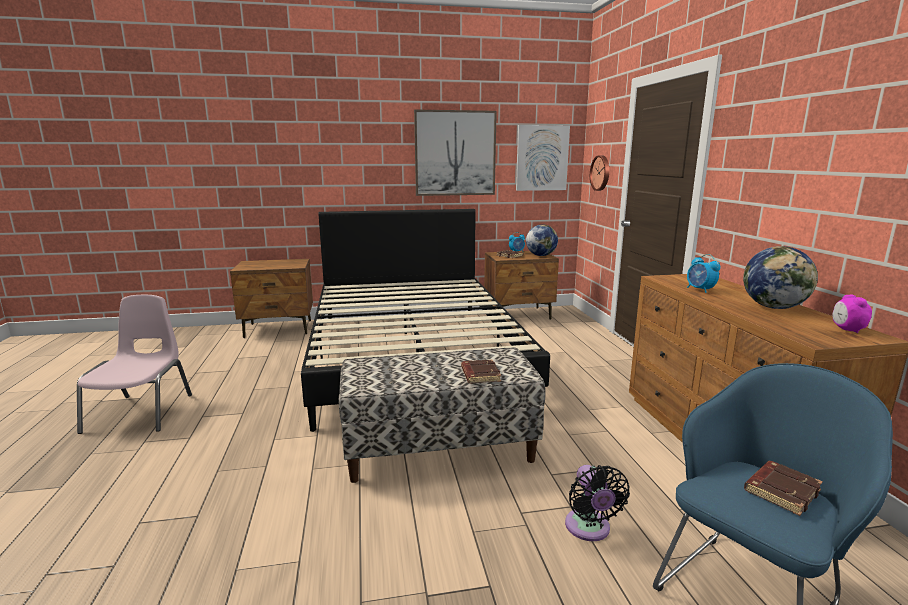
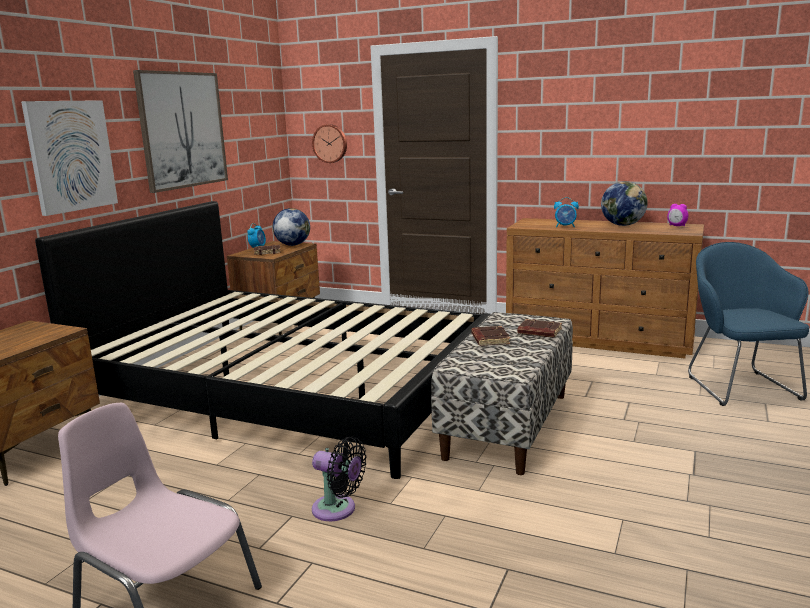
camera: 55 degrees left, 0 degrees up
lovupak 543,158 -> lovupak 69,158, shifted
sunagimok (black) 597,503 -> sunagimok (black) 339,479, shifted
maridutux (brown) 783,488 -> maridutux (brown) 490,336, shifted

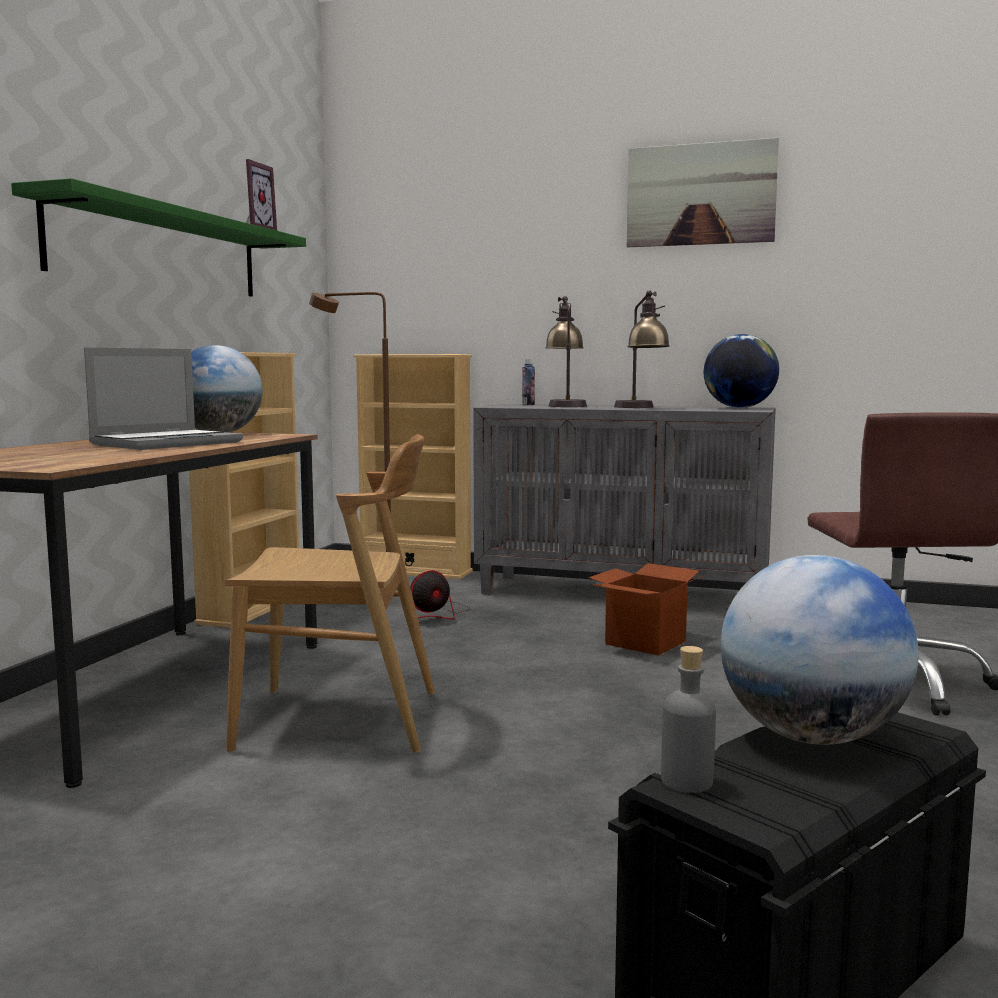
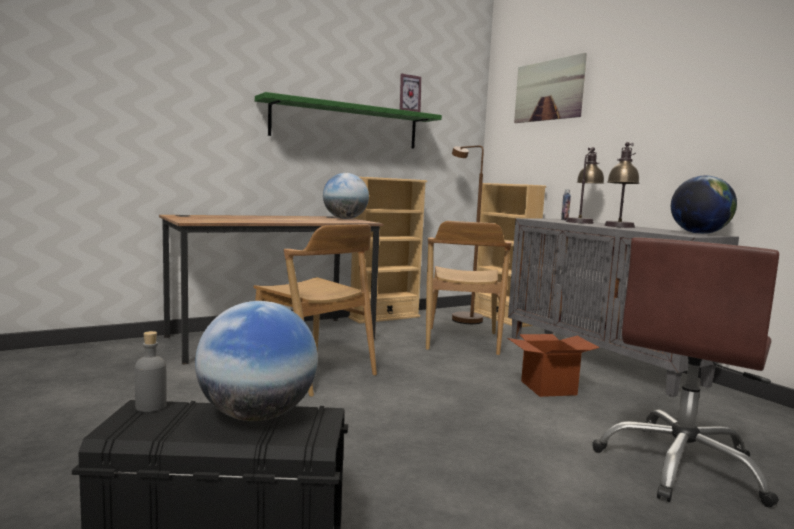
camera: 40 degrees right, 0 degrees up
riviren 163,399 -> none
sunagimok 440,594 -> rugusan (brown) 469,288
lovupak 703,192 -> lovupak 550,88, shifted

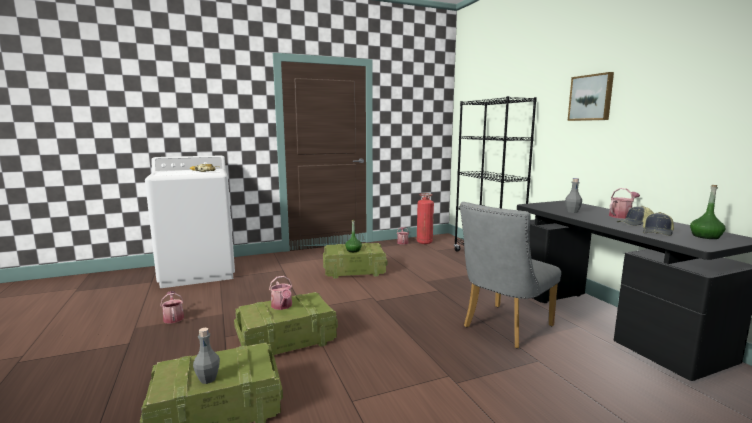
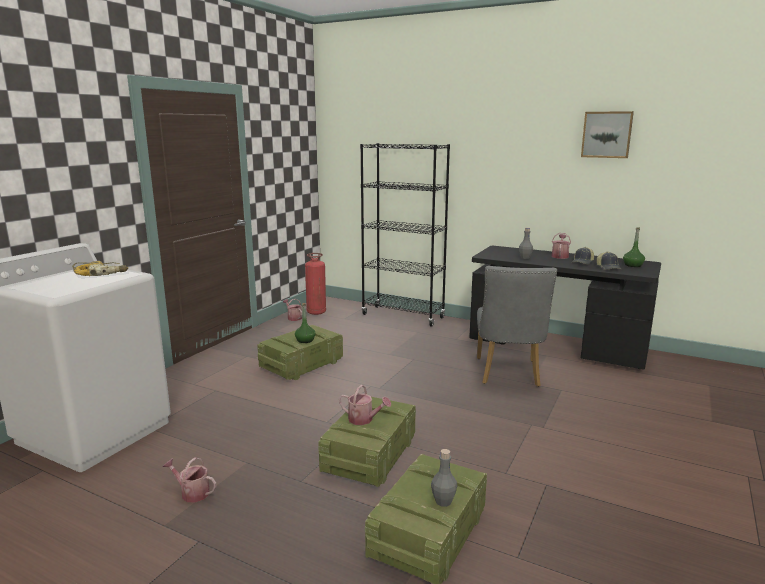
camera: 40 degrees left, 5 degrees up
lovupak 591,96 -> lovupak 607,134, shifted

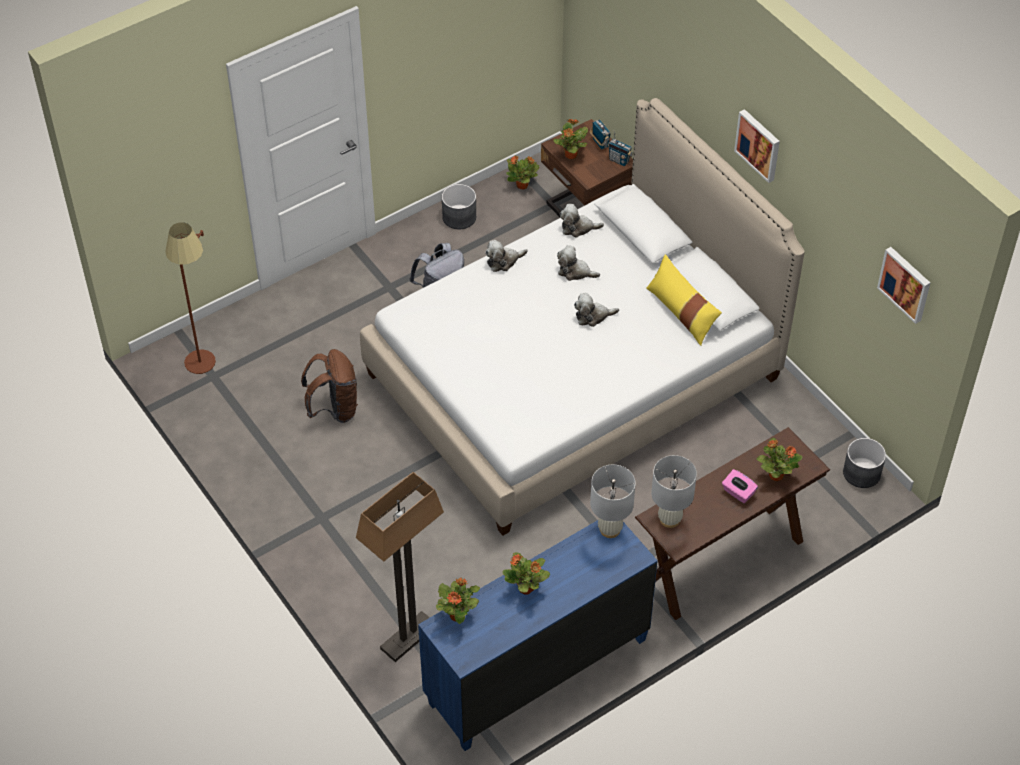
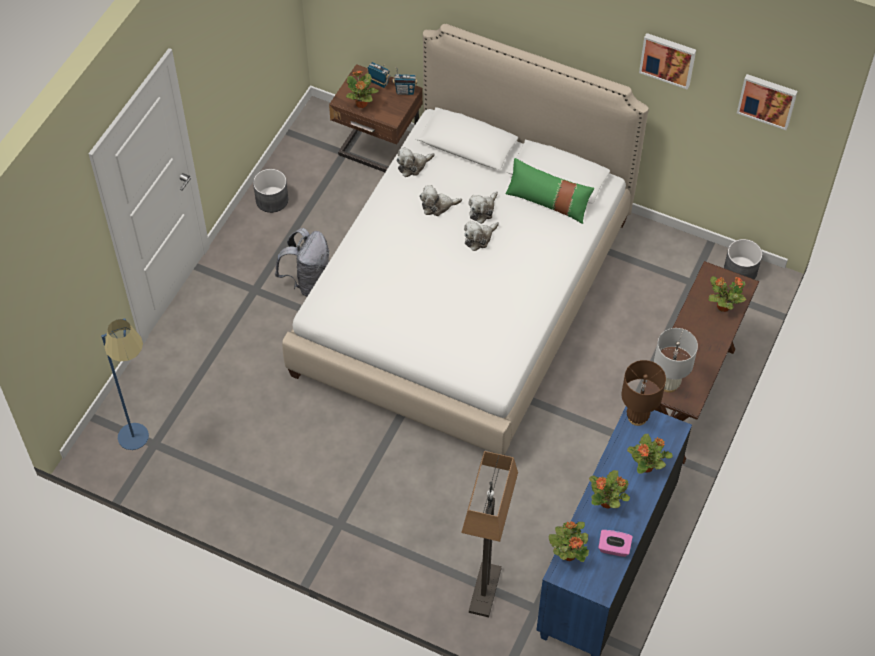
camera: 30 degrees left, 5 degrees up
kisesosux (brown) 190,298 -> kisesosux (blue) 125,384
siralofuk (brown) 329,386 -> none
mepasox 506,256 -> mepasox 483,207, shifted
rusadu 522,172 -> rusadu 650,454, shifted
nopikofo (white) 613,501 -> nopikofo (brown) 643,393
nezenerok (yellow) 684,300 -> nezenerok (green) 549,191
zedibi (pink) 740,486 -> zedibi (pink) 615,543, shifted
lovupak 757,146 -> lovupak 667,61, shifted

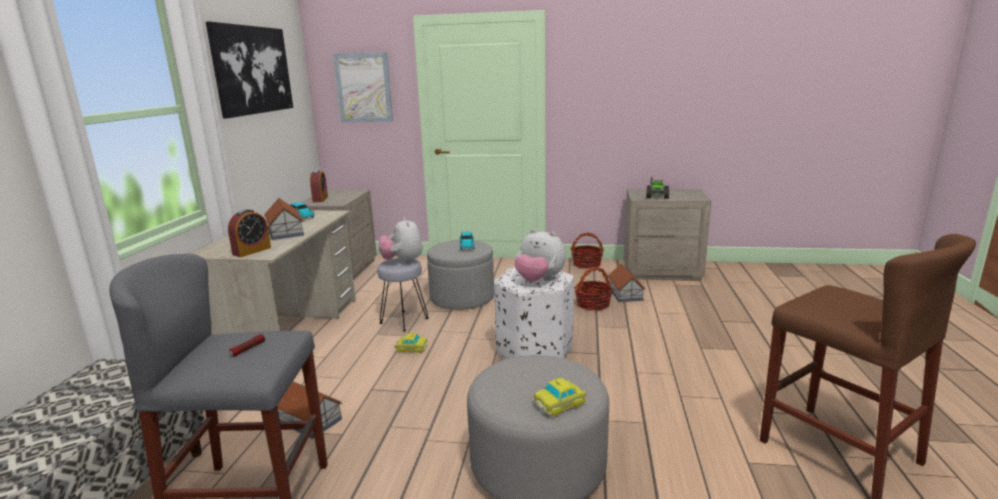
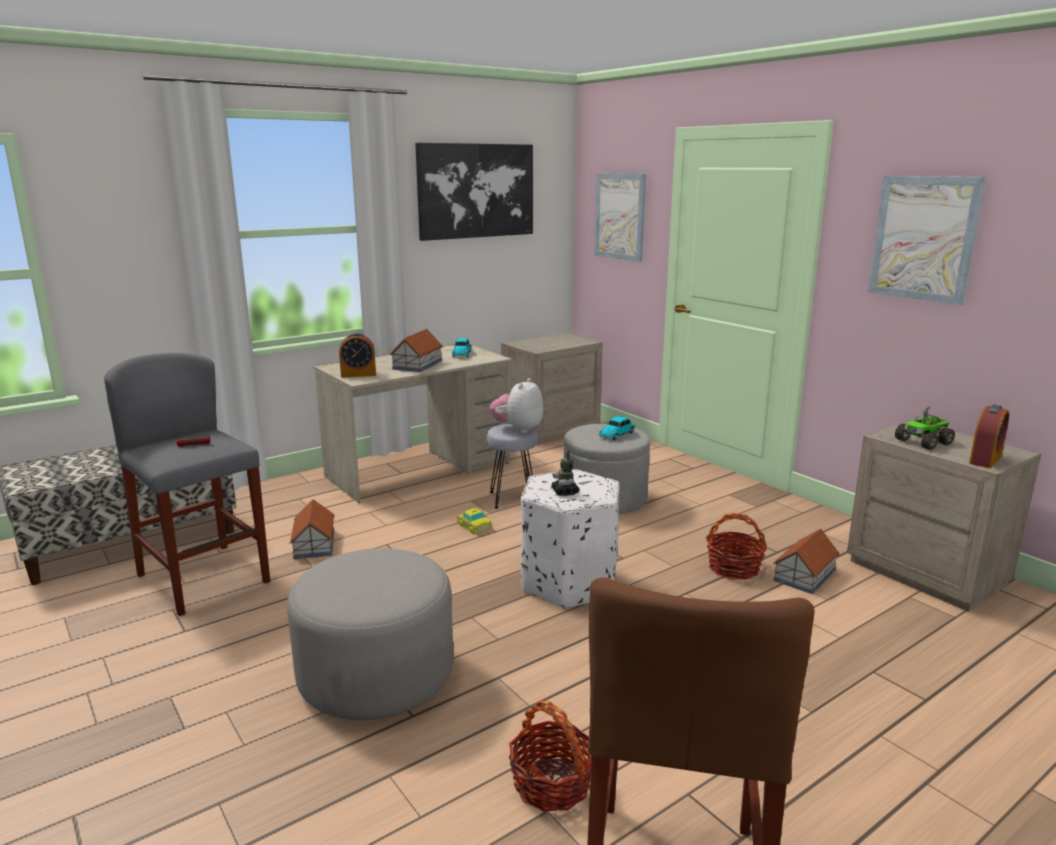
camera: 45 degrees right, 0 degrees up
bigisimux 319,186 -> bigisimux 989,436, shifted
mepasox 540,255 -> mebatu 565,473
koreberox 560,397 -> none
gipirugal 587,250 -> gipirugal 550,756, shifted
none -> lovupak 927,240

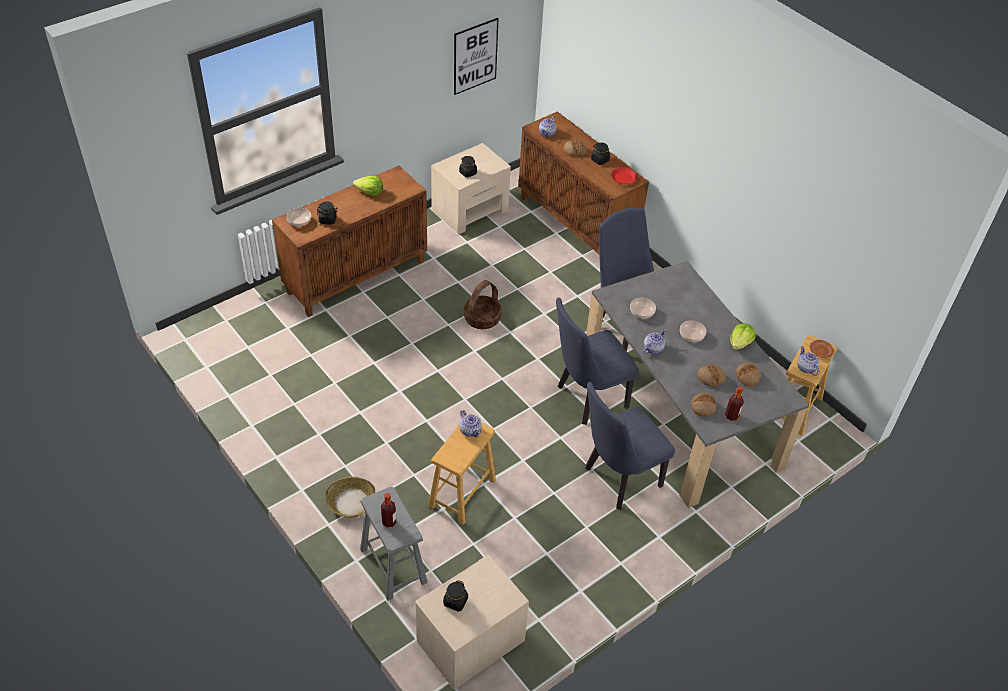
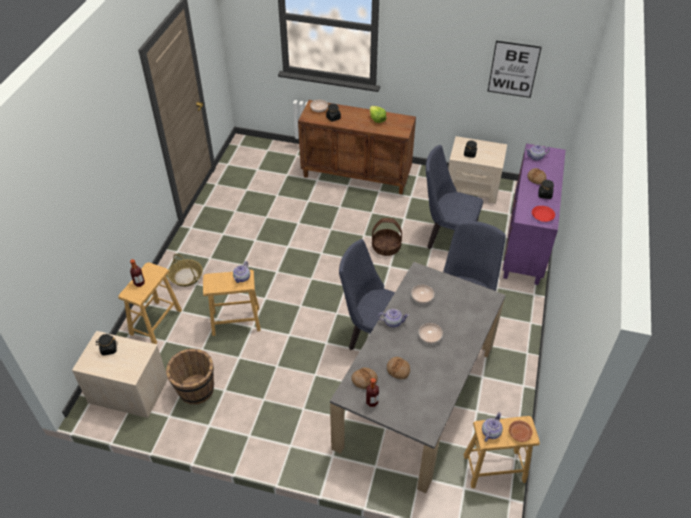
camera: 55 degrees right, 0 degrees up
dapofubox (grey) 394,544 -> dapofubox (brown) 150,303
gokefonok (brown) 584,182 -> gokefonok (purple) 534,214
rugusan (blue) 630,446 -> rugusan (blue) 454,197, shifted
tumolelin 743,336 -> none
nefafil 748,374 -> none
none -> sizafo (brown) 190,376

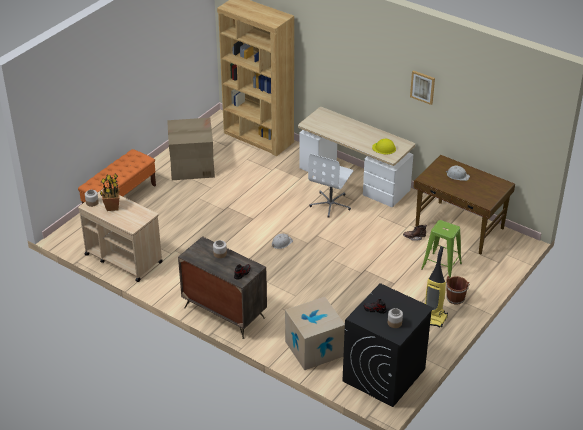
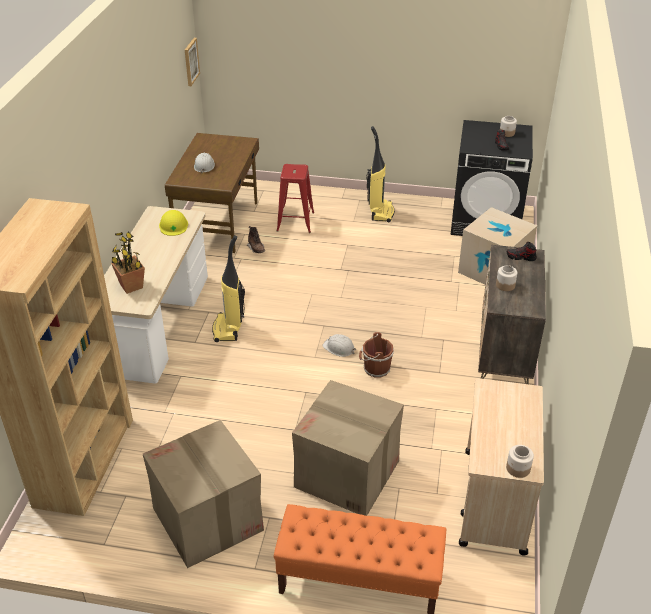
camera: 115 degrees left, 0 degrees up
rusadu 109,192 -> rusadu 128,262, shifted
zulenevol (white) 330,185 -> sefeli 228,288
lovupak 422,88 -> lovupak 192,62, shifted
dapofubox (green) 441,249 -> dapofubox (red) 295,198
sizafo (brown) 458,290 -> sizafo (brown) 376,355, shifted
none -> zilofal 348,448

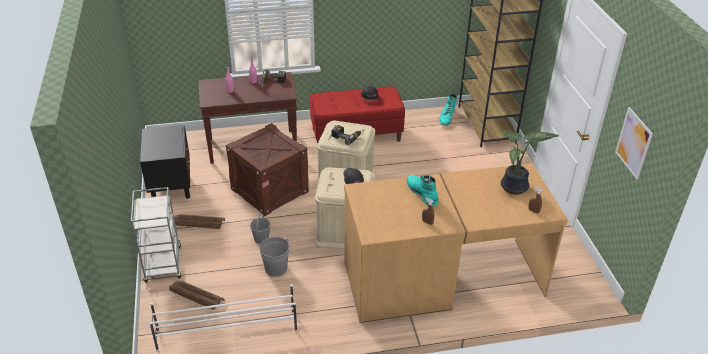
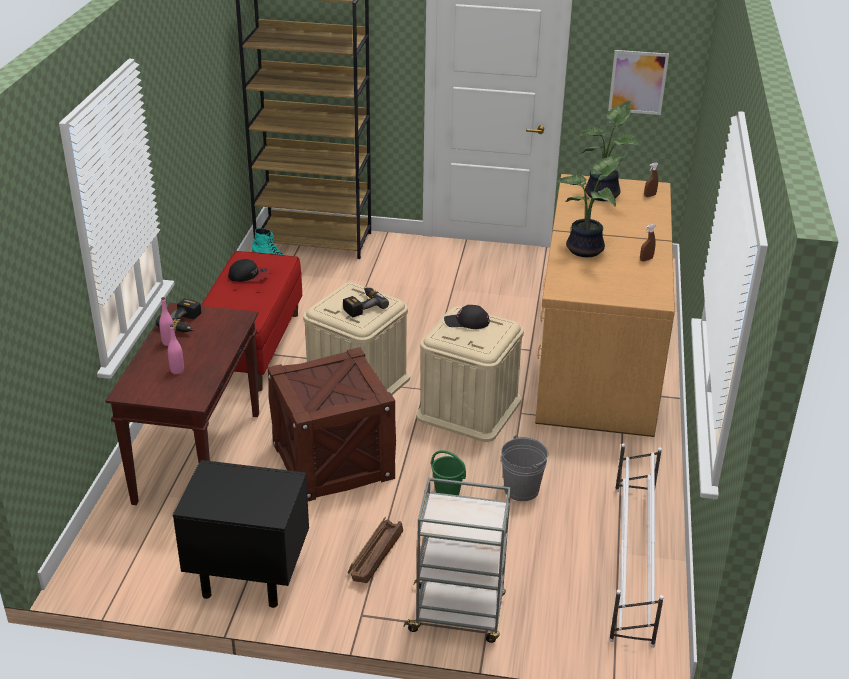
camera: 70 degrees left, 5 degrees down
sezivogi 197,295 -> none
sizafo (grey) 260,228 -> sizafo (green) 448,472
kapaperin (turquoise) 423,191 -> rusadu 592,205

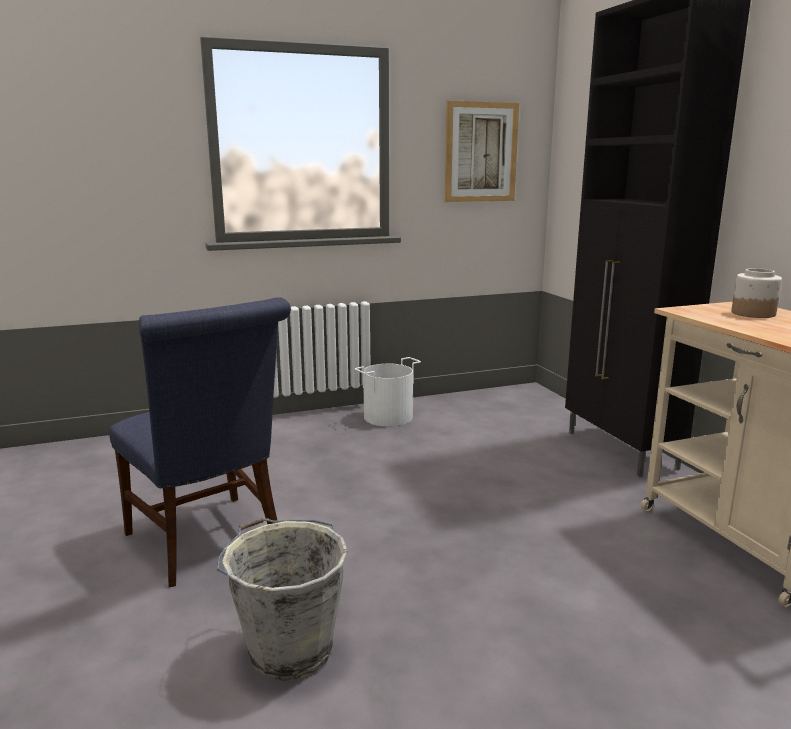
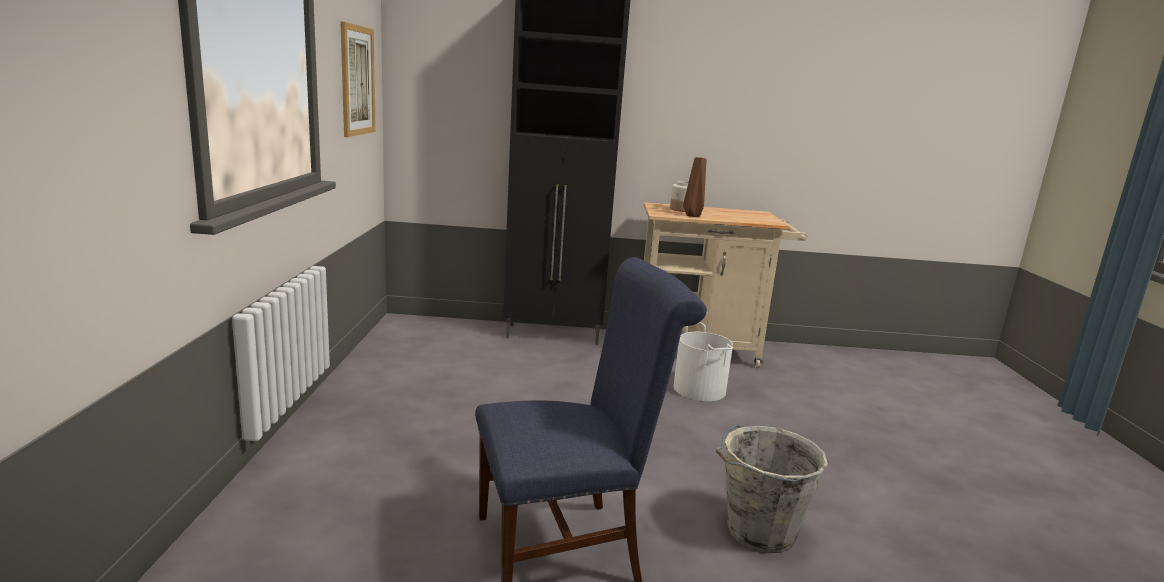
camera: 70 degrees left, 0 degrees up
sizafo (white) 388,391 -> sizafo (white) 703,361, shifted
none -> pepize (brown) 694,187

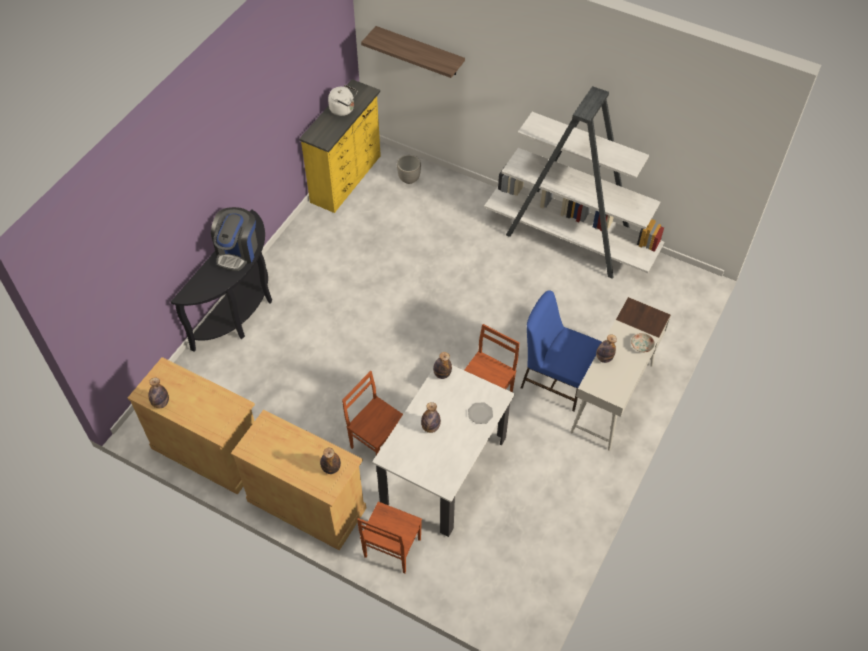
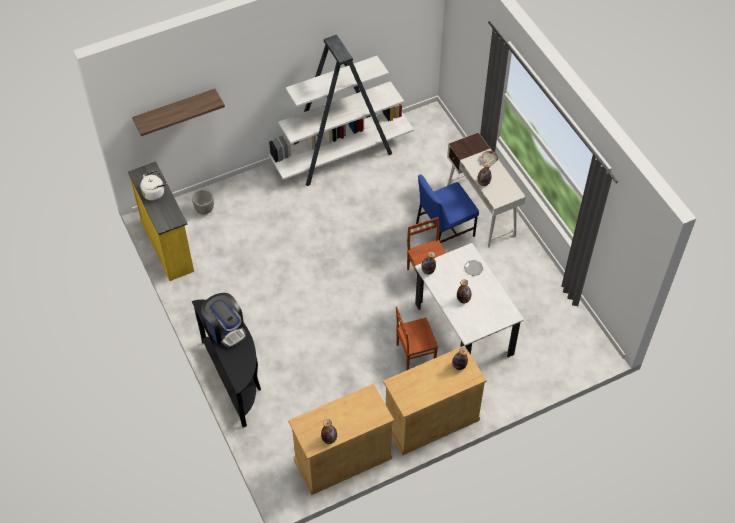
camera: 55 degrees left, 0 degrees up
rugusan (brown) 389,538 -> none

